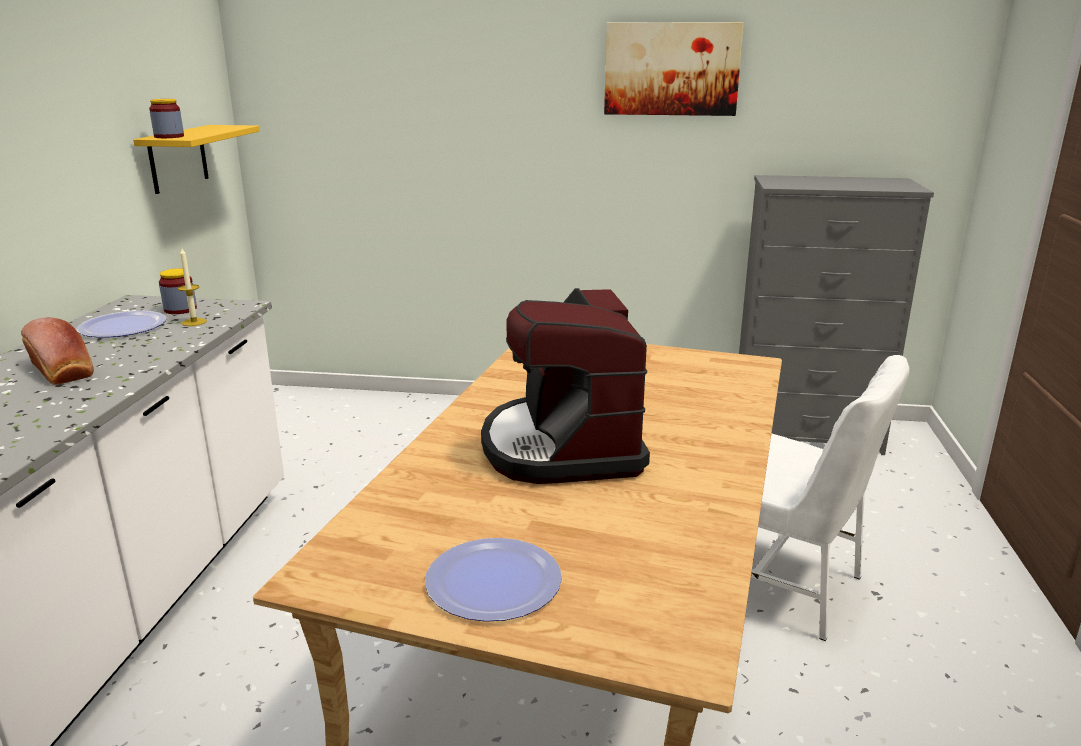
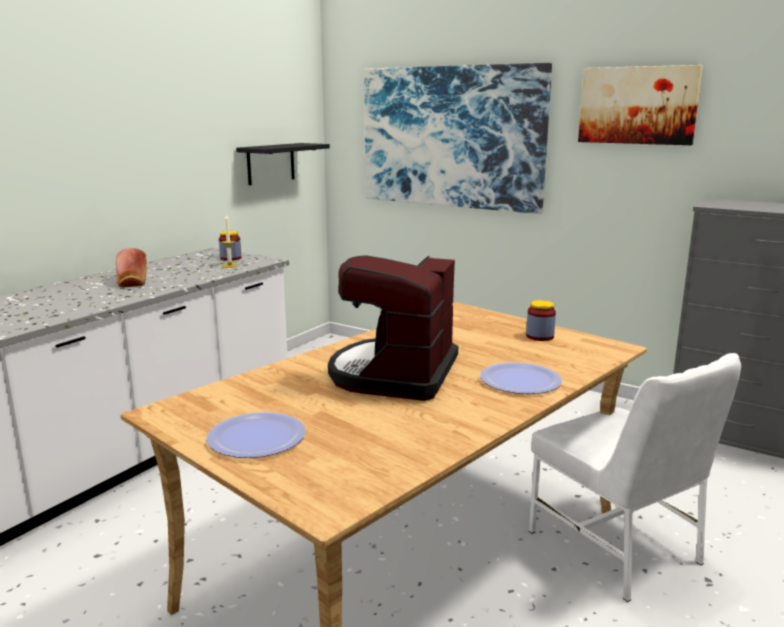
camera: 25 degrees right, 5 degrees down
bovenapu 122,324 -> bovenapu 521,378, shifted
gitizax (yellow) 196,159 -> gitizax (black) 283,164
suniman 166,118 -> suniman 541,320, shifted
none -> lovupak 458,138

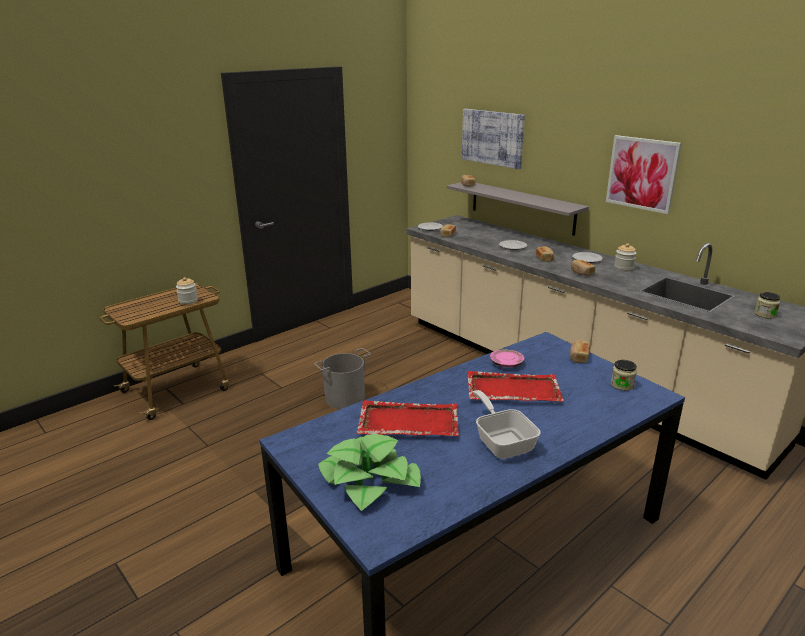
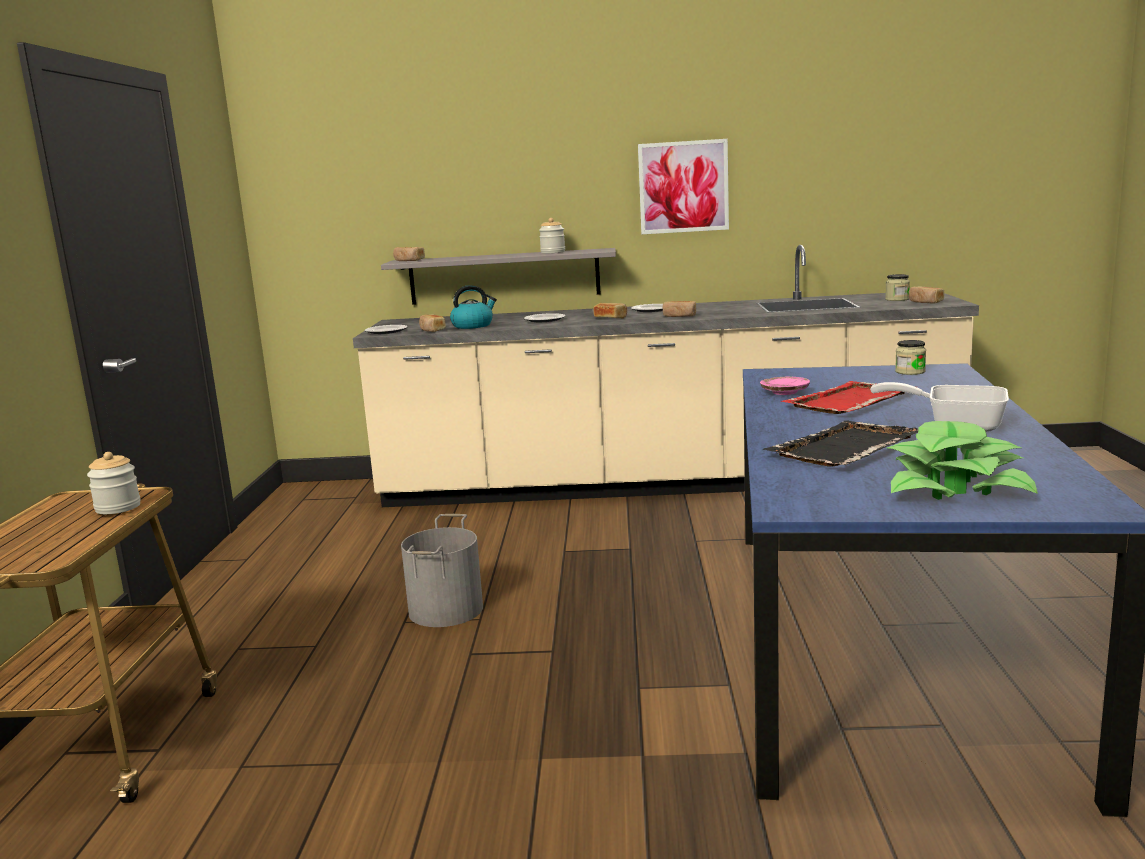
camera: 45 degrees left, 10 degrees down
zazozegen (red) 408,418 -> zazozegen (black) 840,443
lovupak 493,139 -> none
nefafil 580,351 -> nefafil 926,295, shifted
suniman 625,257 -> suniman 552,235, shifted
none -> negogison 473,307

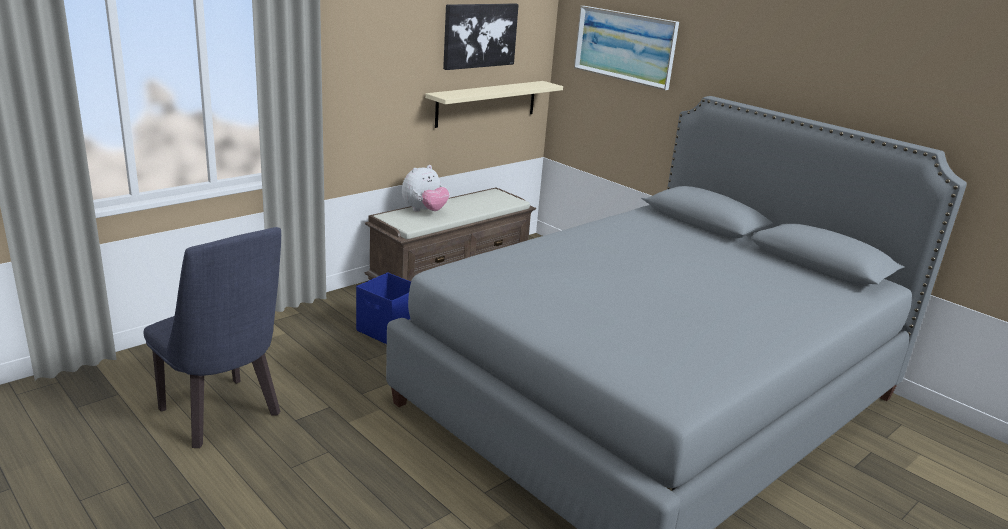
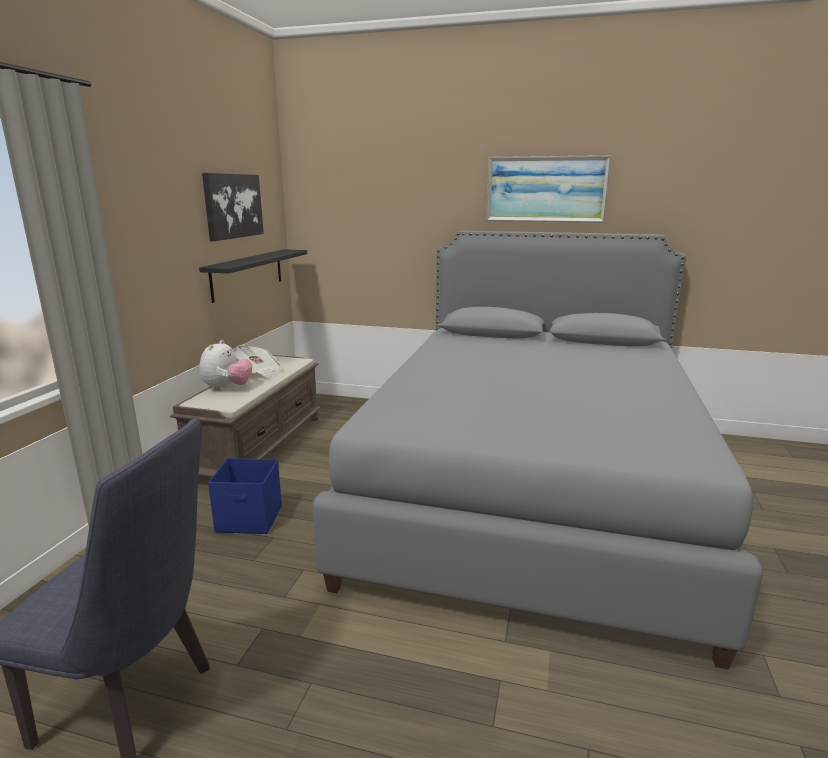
camera: 30 degrees left, 5 degrees down
gitizax (beige) 494,104 -> gitizax (black) 253,276
lovupak 626,48 -> lovupak 548,189, shifted
none -> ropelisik 258,362

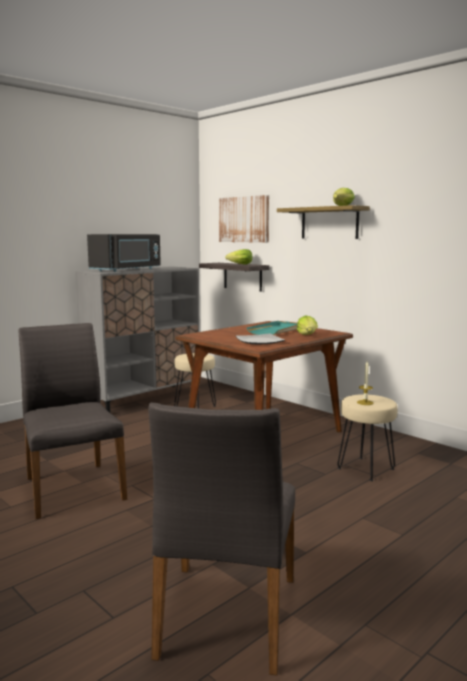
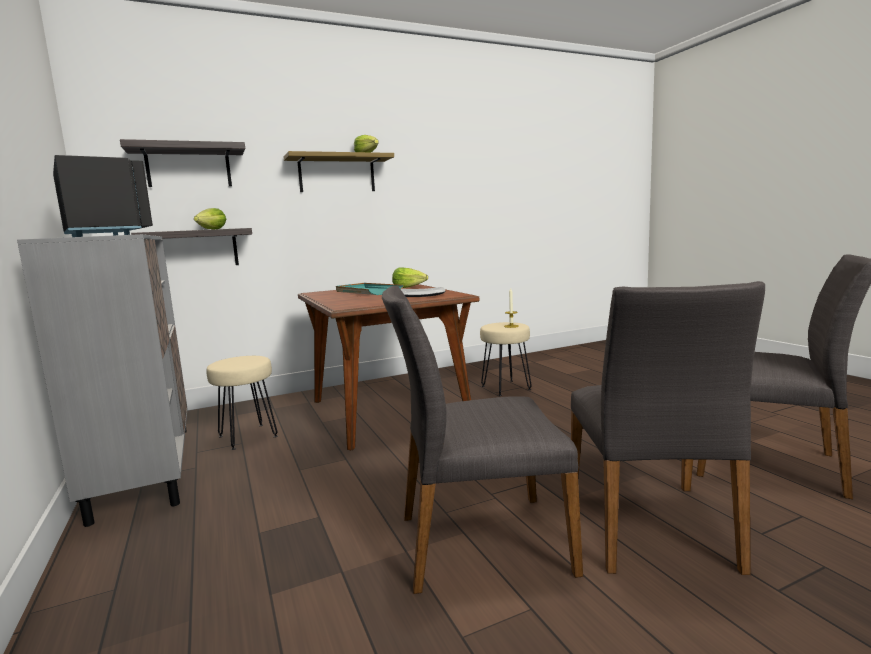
camera: 70 degrees left, 0 degrees up
lovupak 244,219 -> gitizax 182,163
none -> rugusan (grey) 668,428

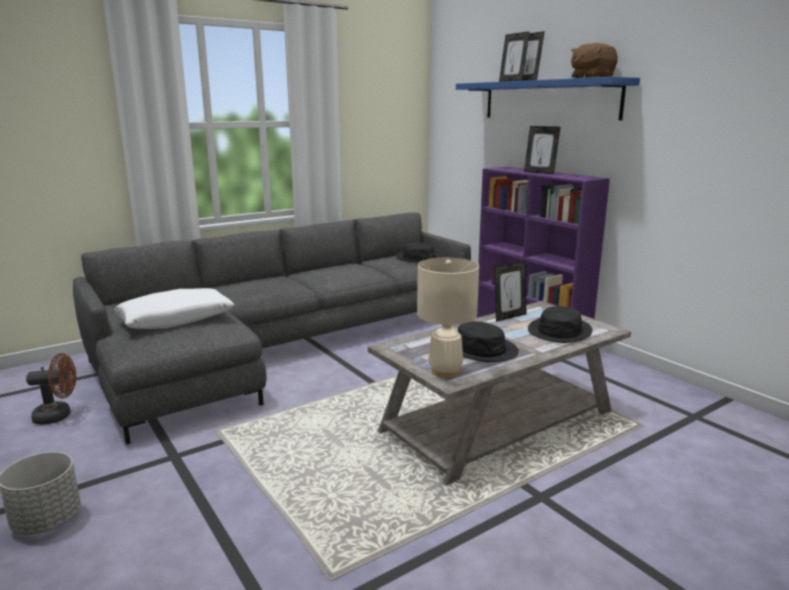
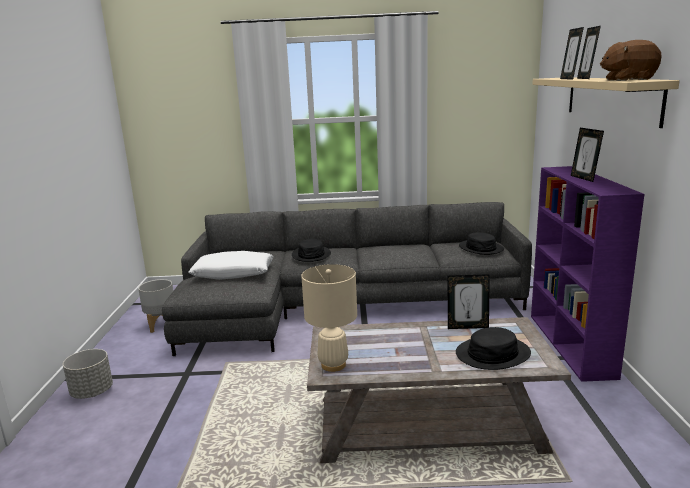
camera: 35 degrees right, 0 degrees up
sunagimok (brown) 51,389 -> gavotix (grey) 155,306
gitizax (blue) 548,98 -> gitizax (beige) 606,102
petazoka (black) 488,341 -> petazoka (black) 311,250, shifted

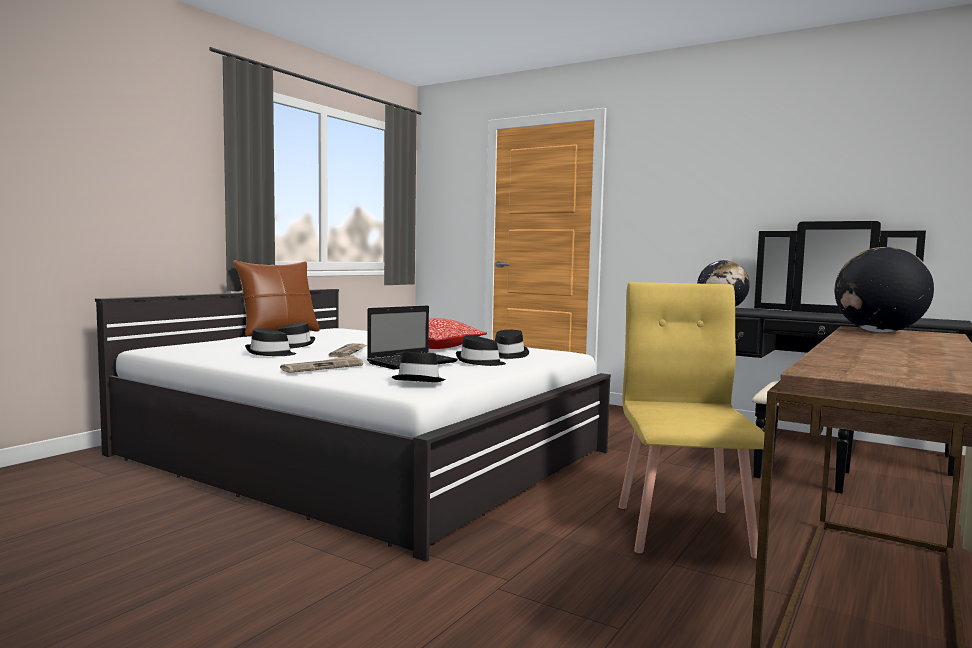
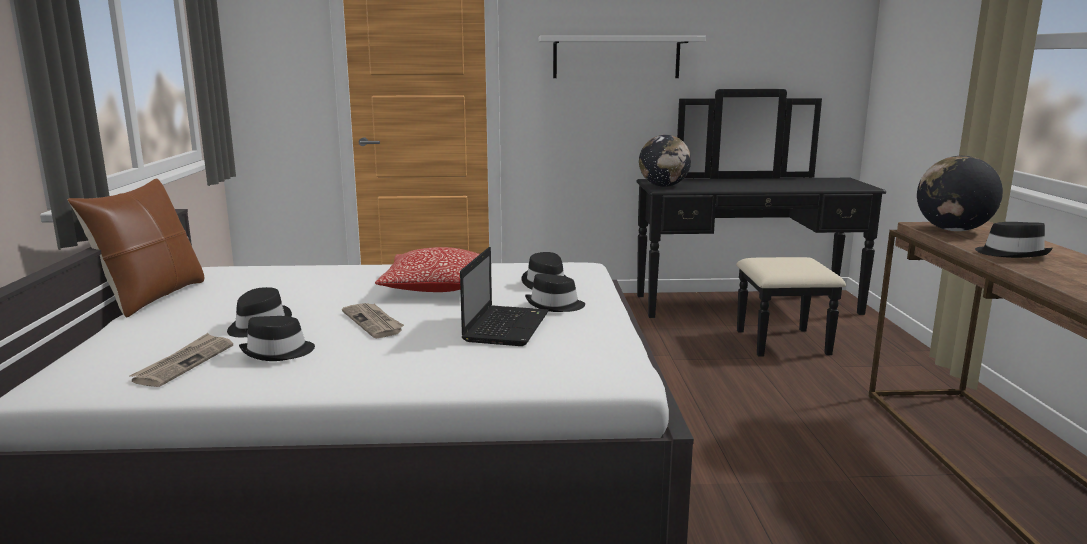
camera: 35 degrees left, 10 degrees up
ropelisik 321,364 -> ropelisik 181,360, shifted
petazoka (black) 419,367 -> petazoka (black) 1014,240, shifted
rugusan (yellow) 692,420 -> none
none -> gitizax (white) 622,57

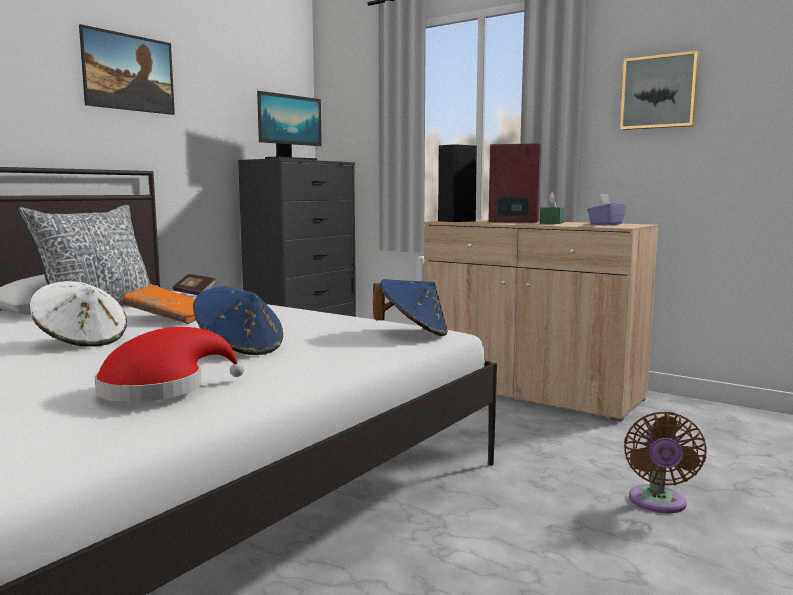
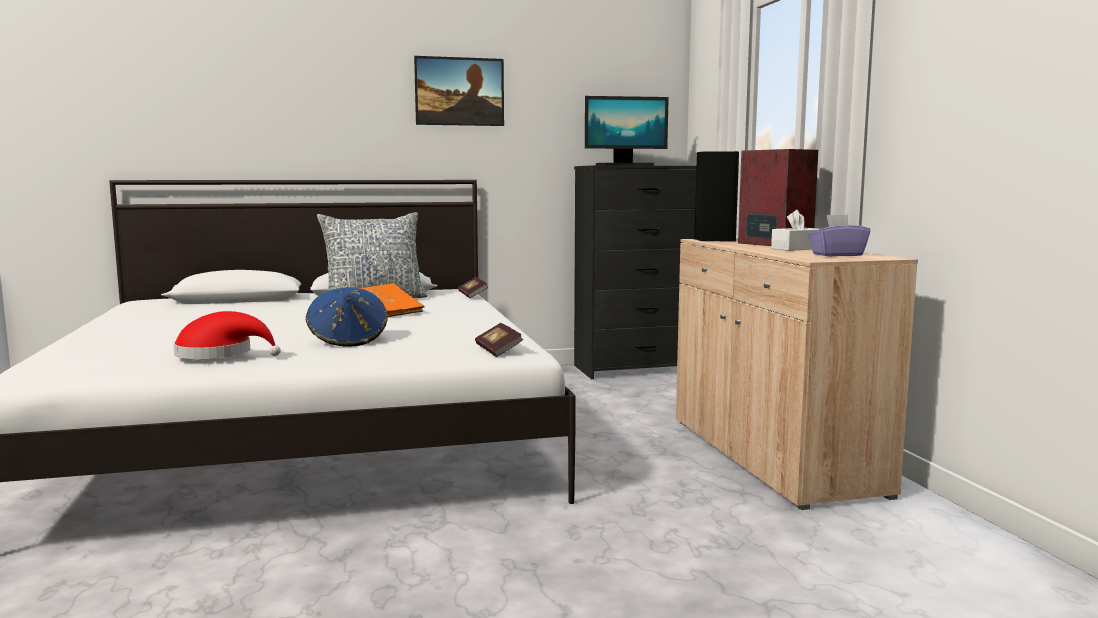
camera: 40 degrees right, 0 degrees up
petazoka (white) 78,314 -> none
petazoka (blue) 410,307 -> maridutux 499,340
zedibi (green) 552,208 -> zedibi (white) 795,230
lovupak 659,90 -> none
sunagimok (brown) 665,462 -> none

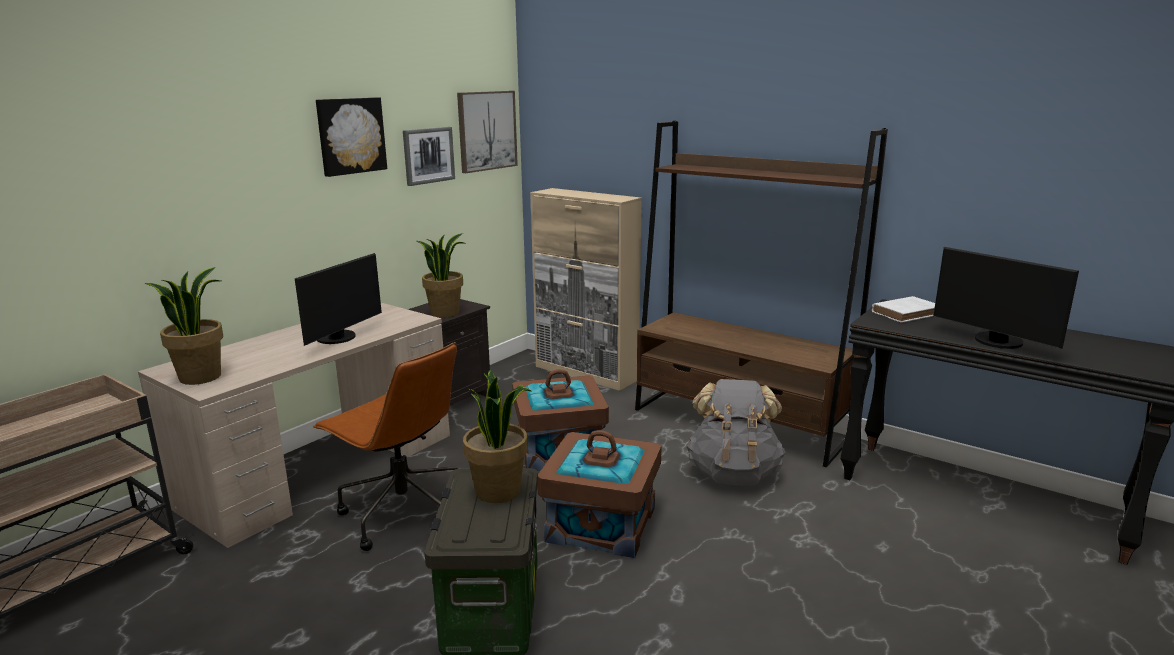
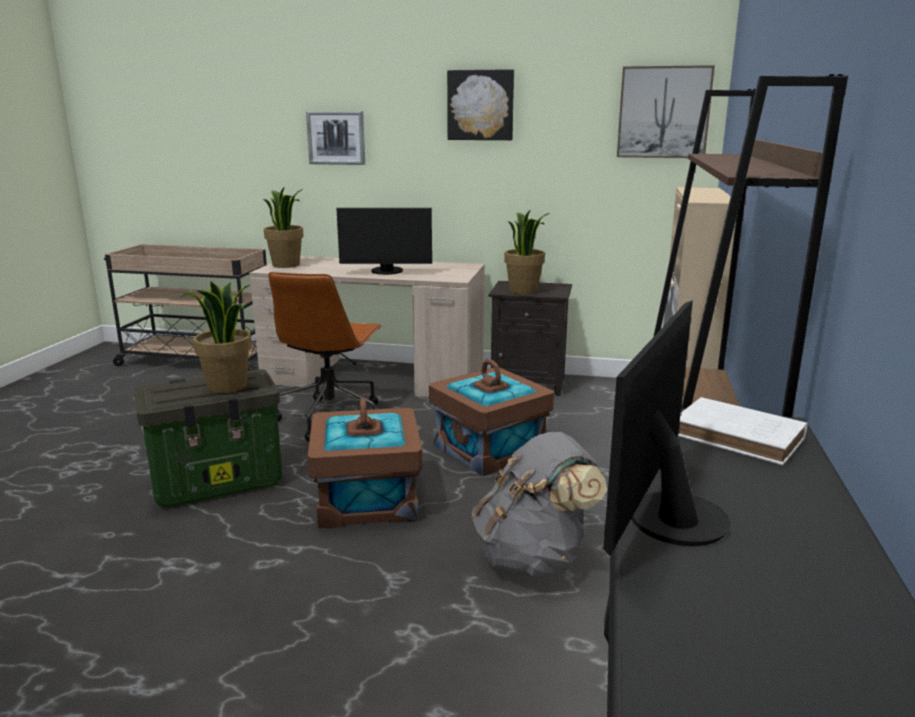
camera: 65 degrees right, 0 degrees up
lovupak 429,156 -> lovupak 335,138, shifted

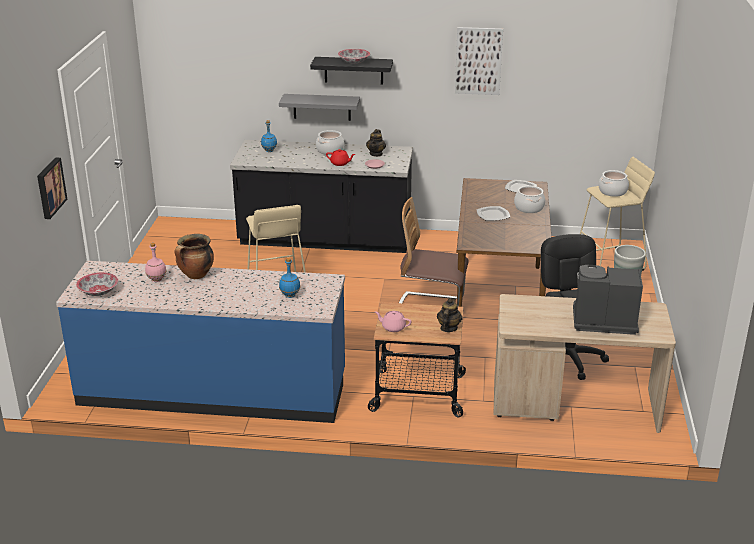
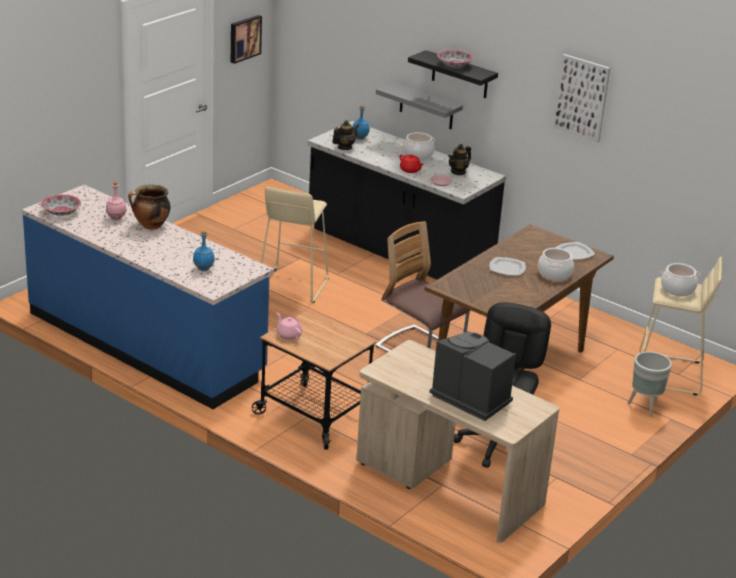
camera: 30 degrees right, 0 degrees up
lovupak 52,188 -> lovupak 246,39, shifted
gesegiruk 449,315 -> gesegiruk 345,135, shifted

